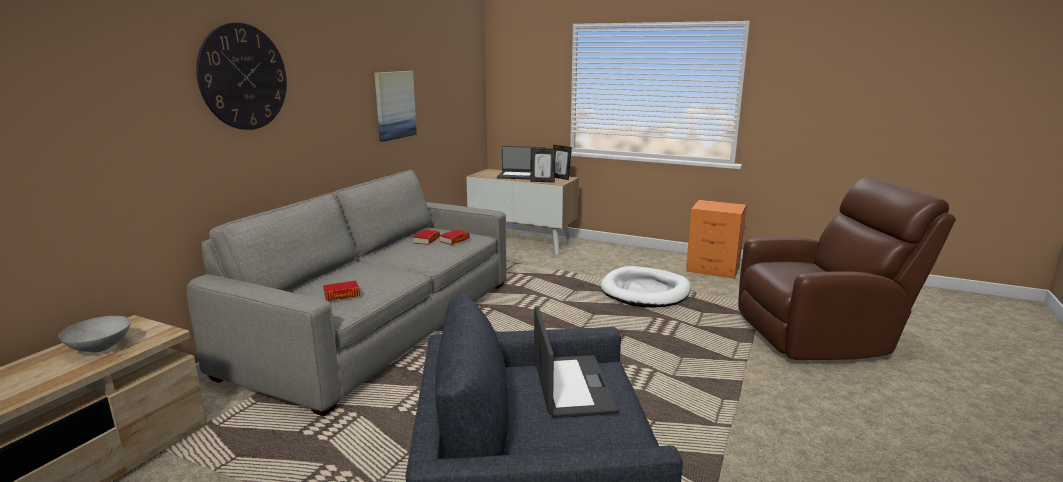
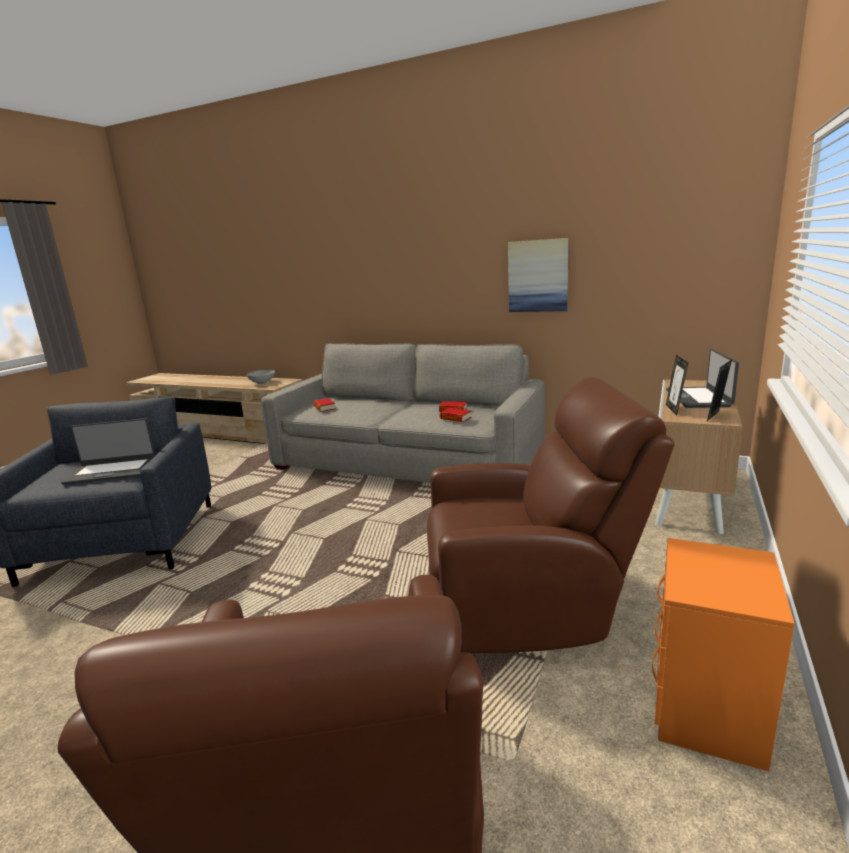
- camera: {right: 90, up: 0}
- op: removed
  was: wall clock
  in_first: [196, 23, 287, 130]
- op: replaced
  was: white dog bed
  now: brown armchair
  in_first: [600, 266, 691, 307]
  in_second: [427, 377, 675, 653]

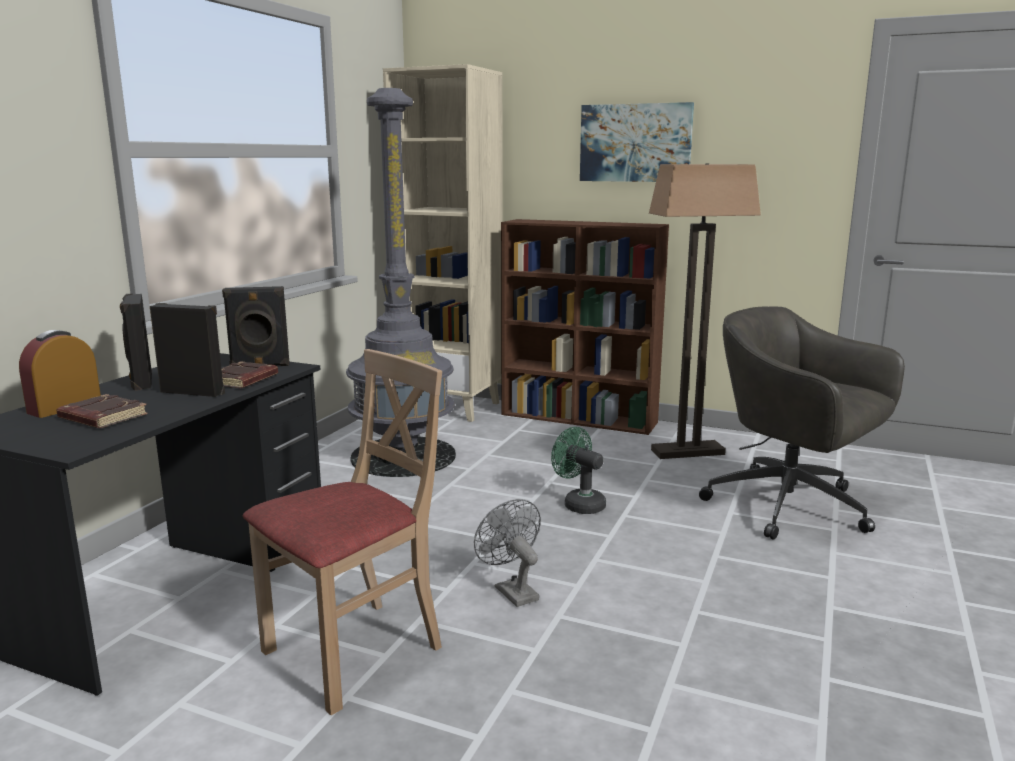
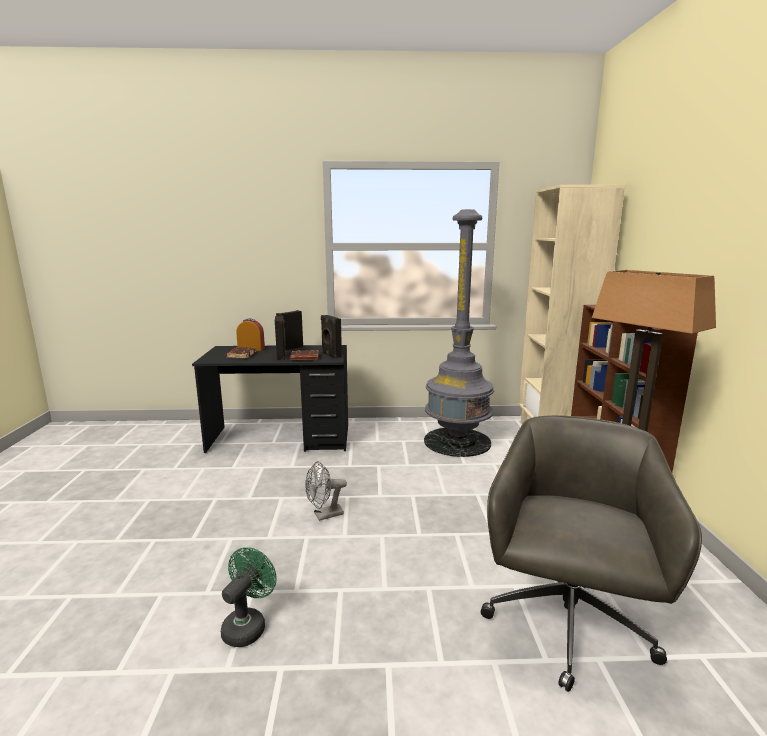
- camera: {right: 65, up: 0}
- op: removed
  was: beige chair
  in_first: [242, 349, 442, 715]
- op: turned
  was: grey fan
  in_first: [474, 499, 541, 607]
  in_second: [305, 461, 347, 521]
  clockwise: -150
- op: moved
  was: green fan
  in_first: [551, 427, 606, 514]
  in_second: [221, 547, 276, 647]
- op: removed
  was: picture
  in_first: [580, 102, 694, 182]

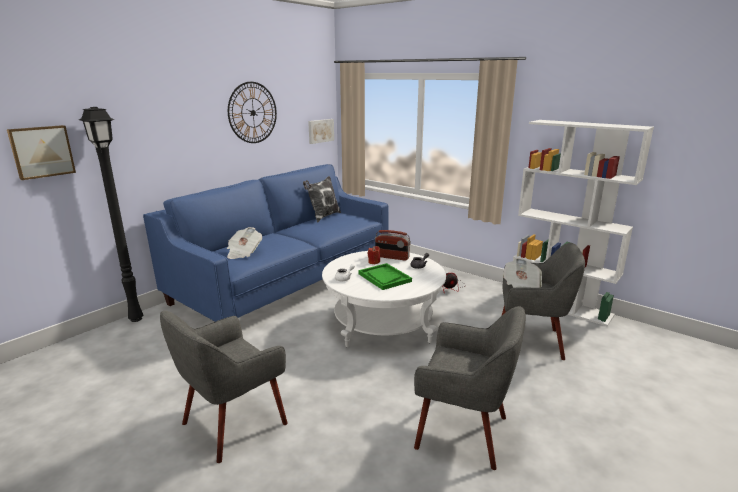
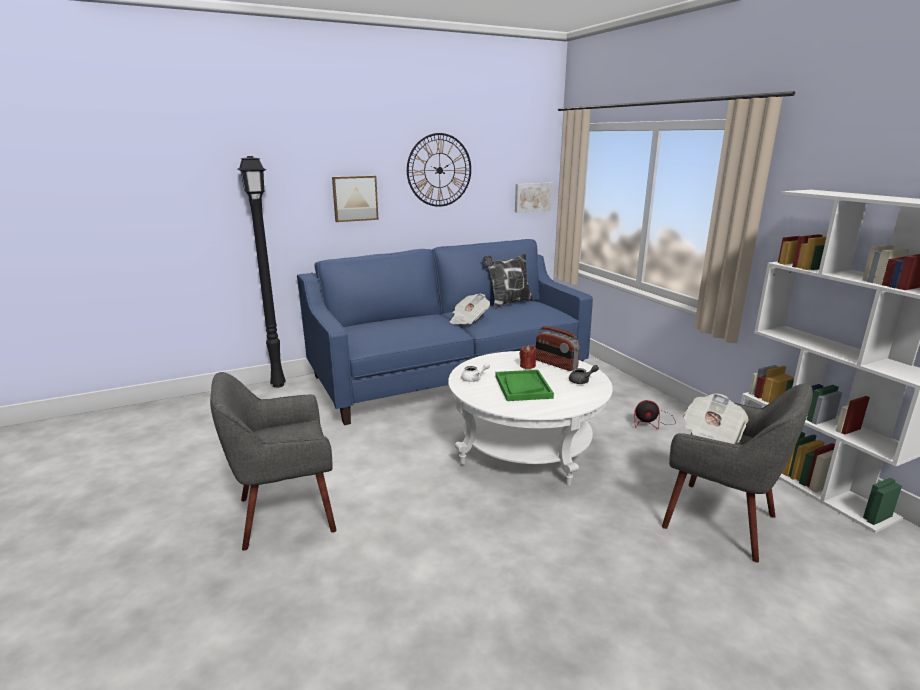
- camera: {right: 25, up: 0}
- op: moved
  was: picture
  in_first: [7, 125, 76, 180]
  in_second: [332, 175, 378, 222]
- op: moved
  was: newspaper
  in_first: [227, 227, 262, 259]
  in_second: [450, 294, 490, 324]
- op: removed
  was: grey armchair
  in_first: [414, 306, 526, 470]

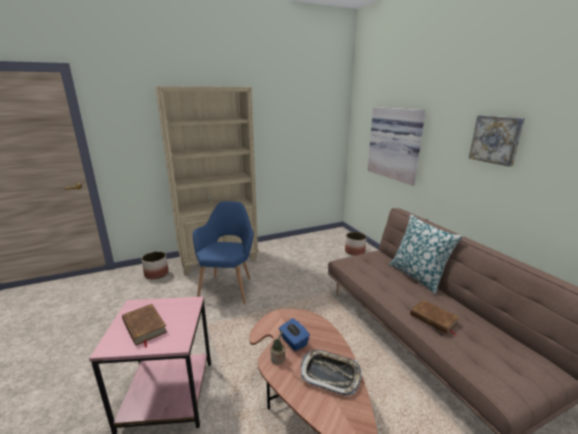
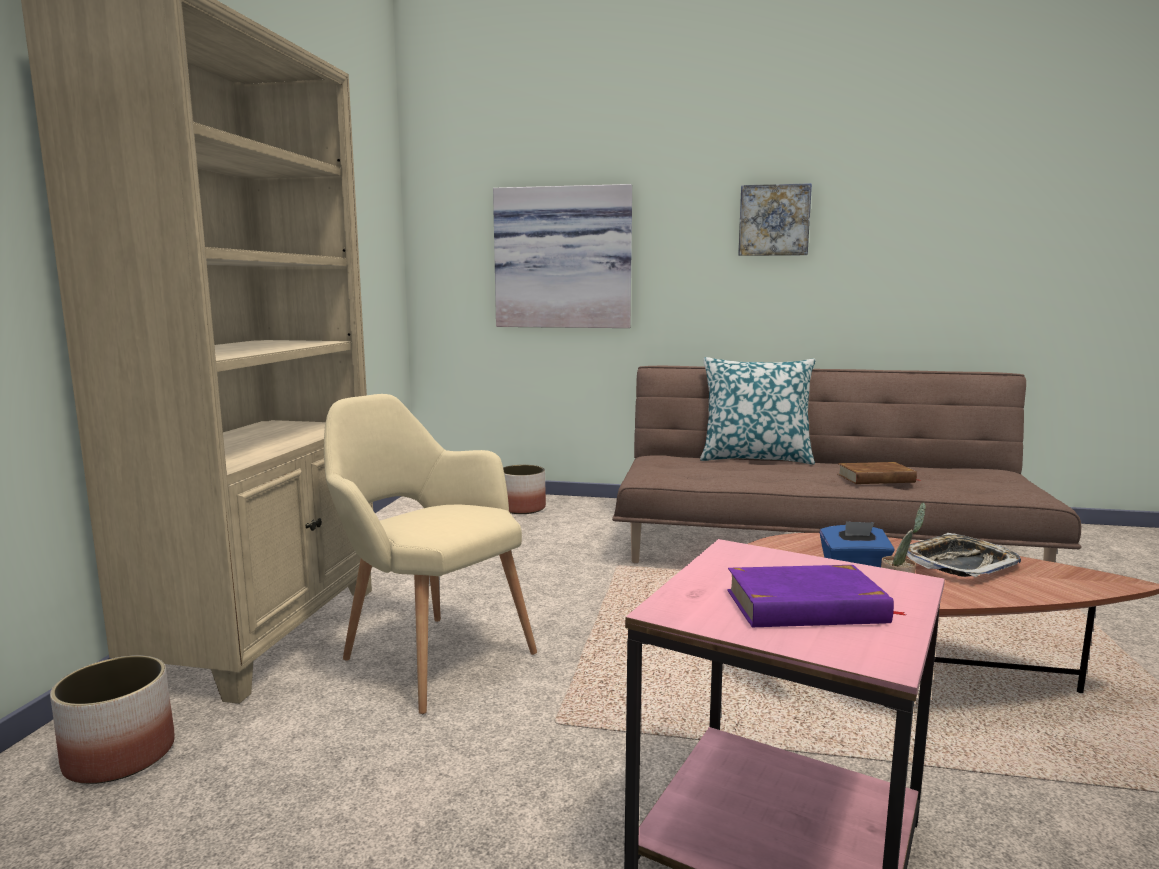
- camera: {right: -55, up: -10}
- op: recoloured
  was: brown book
  now: purple book
  in_first: [122, 304, 167, 348]
  in_second: [727, 565, 906, 627]
- op: recoloured
  was: blue armchair
  now: beige armchair
  in_first: [192, 201, 254, 304]
  in_second: [324, 394, 537, 714]

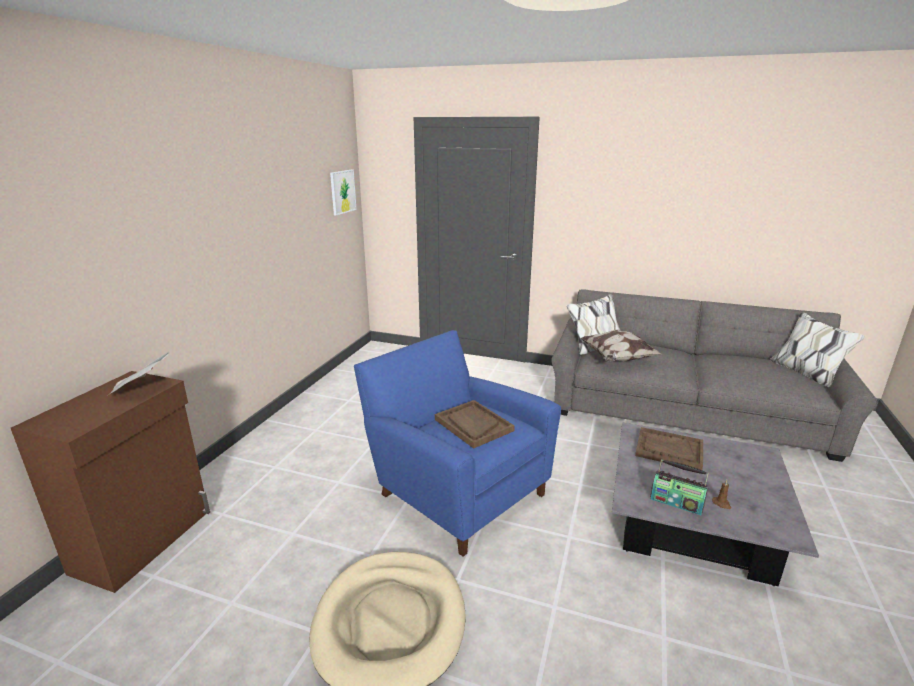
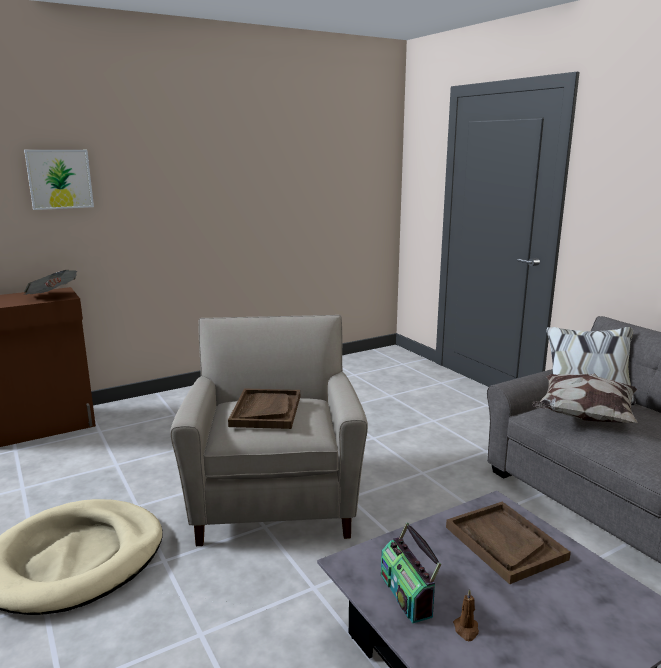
- camera: {right: 40, up: -5}
- op: moved
  was: picture
  in_first: [330, 170, 357, 215]
  in_second: [24, 150, 94, 210]
- op: recoloured
  was: blue armchair
  now: beige armchair
  in_first: [354, 330, 561, 557]
  in_second: [170, 315, 368, 546]

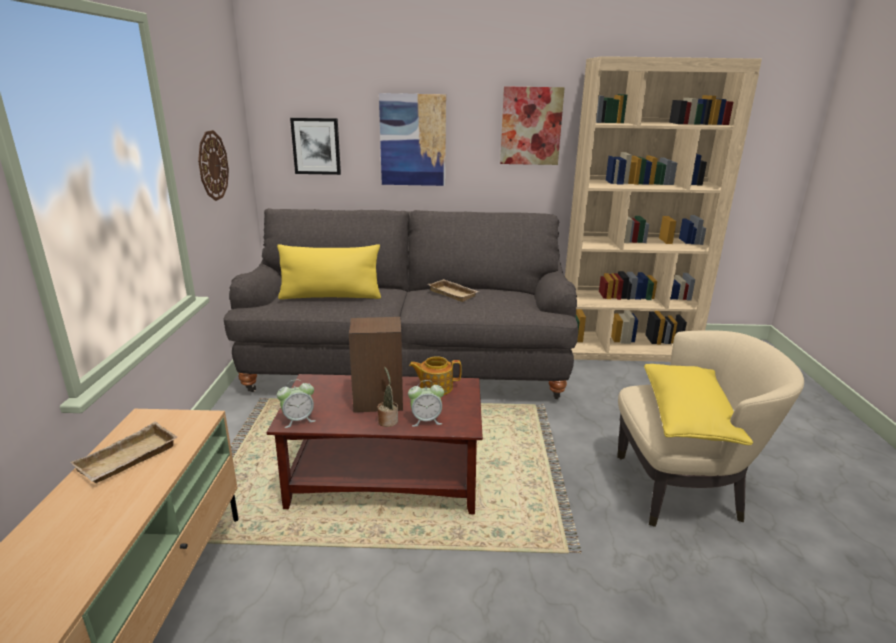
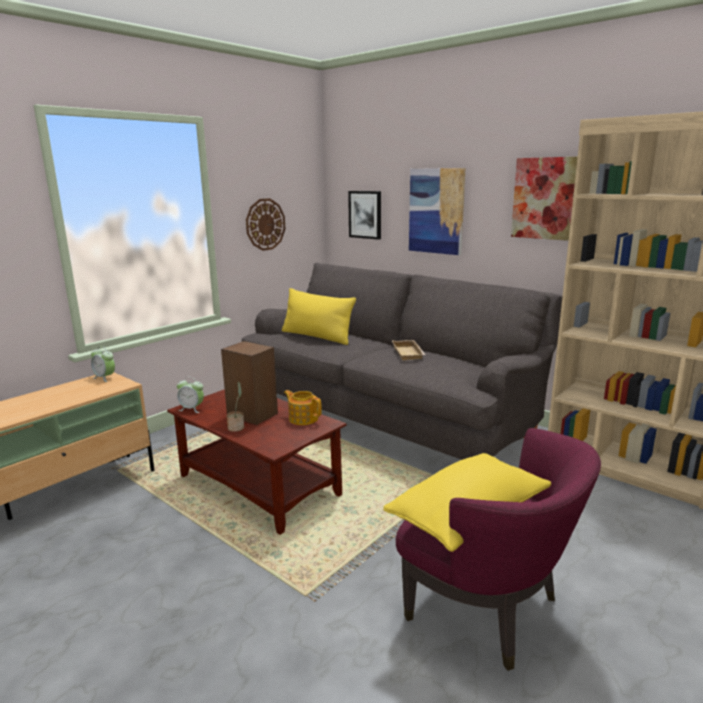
- camera: {right: 40, up: -5}
- op: removed
  was: beige tray
  in_first: [70, 422, 177, 483]
- op: moved
  was: alarm clock
  in_first: [408, 380, 444, 427]
  in_second: [91, 346, 115, 382]
- op: recoloured
  was: beige armchair
  now: purple armchair
  in_first: [617, 330, 804, 527]
  in_second: [396, 428, 601, 671]

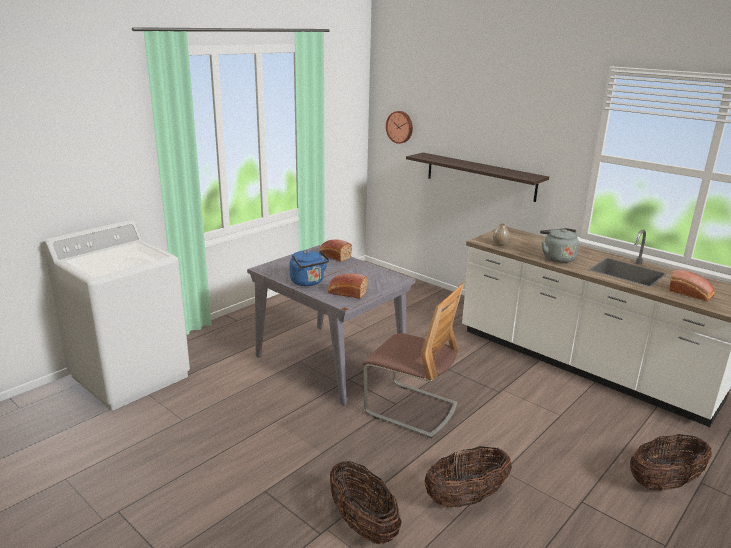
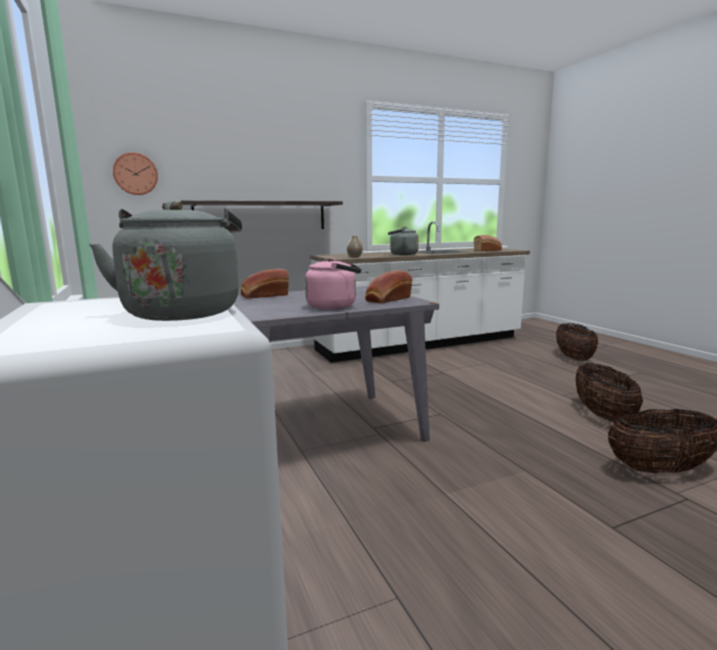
- camera: {right: -65, up: -10}
- op: recoloured
  was: blue kettle
  now: pink kettle
  in_first: [289, 250, 329, 286]
  in_second: [305, 258, 361, 310]
- op: removed
  was: chair
  in_first: [363, 283, 464, 438]
- op: added
  now: grey kettle
  in_second: [89, 201, 242, 321]

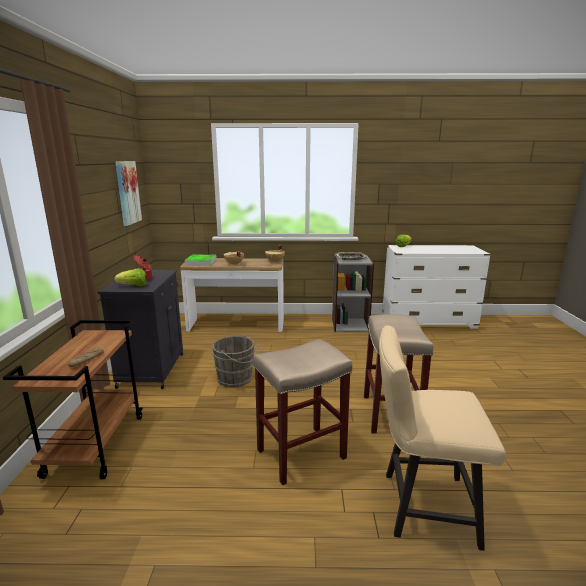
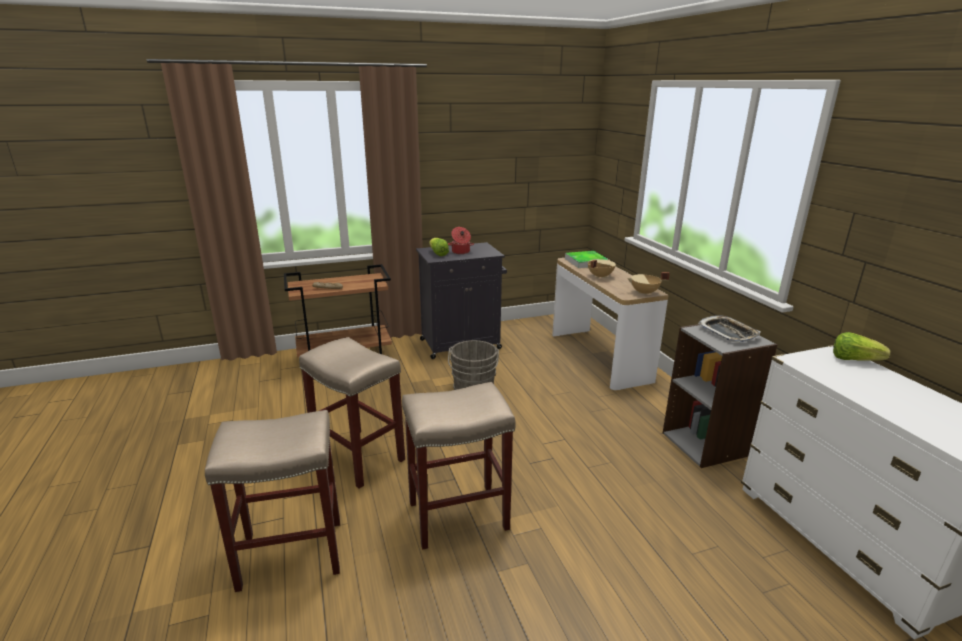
- camera: {right: 70, up: 5}
- op: removed
  was: picture
  in_first: [115, 161, 142, 226]
- op: replaced
  was: beige chair
  now: beige stool
  in_first: [379, 325, 506, 551]
  in_second: [205, 410, 340, 592]

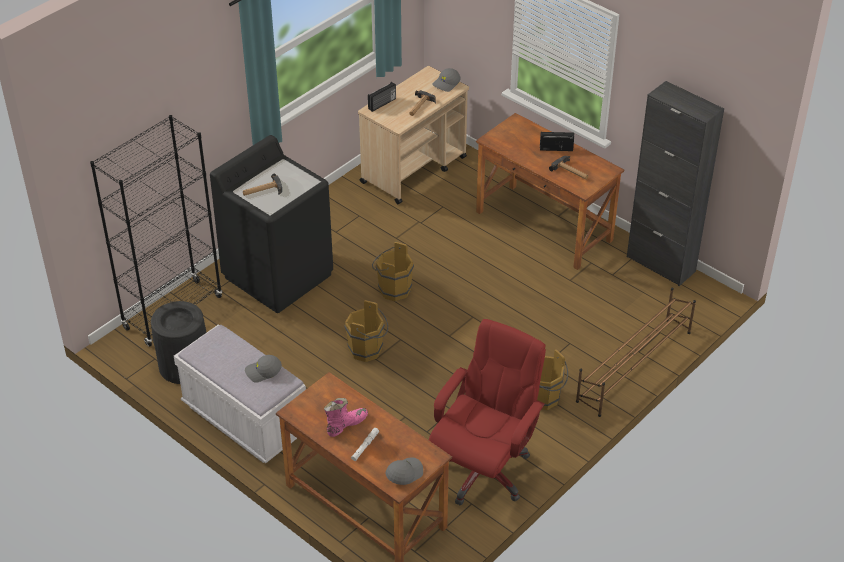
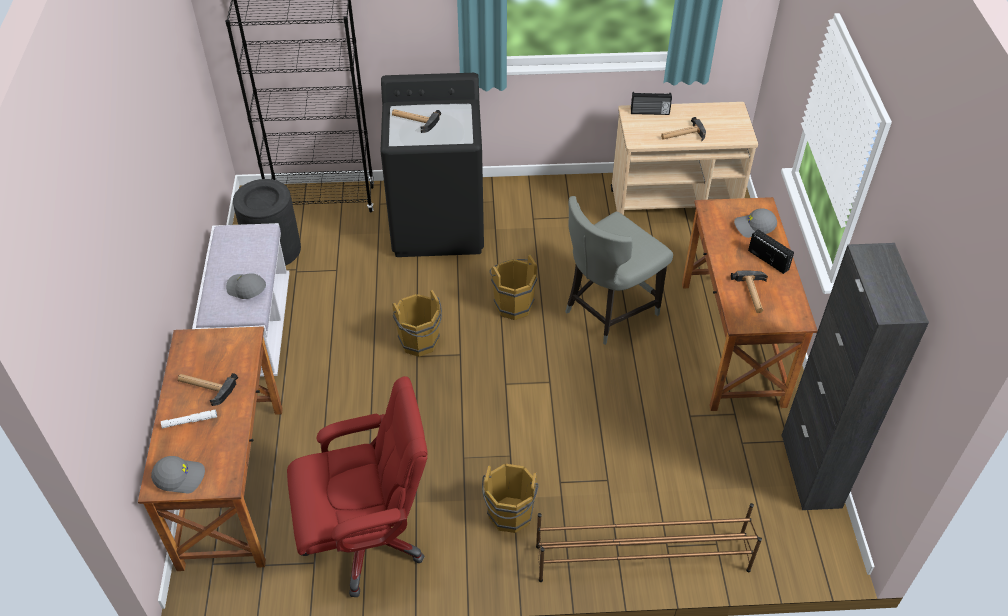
- camera: {right: 45, up: 5}
- op: replaced
  was: pink boot
  now: hammer
  in_first: [324, 398, 368, 437]
  in_second: [178, 373, 238, 406]
- op: moved
  was: grey cap
  in_first: [432, 68, 461, 92]
  in_second: [734, 208, 777, 238]
- op: added
  now: grey chair
  in_second: [565, 196, 673, 345]

